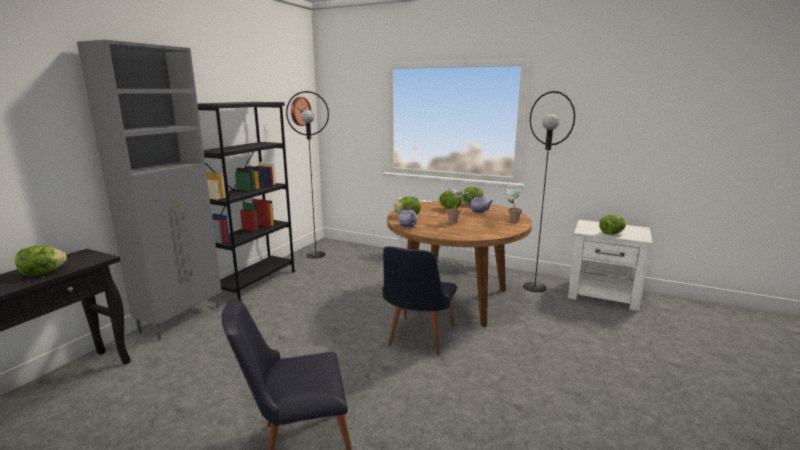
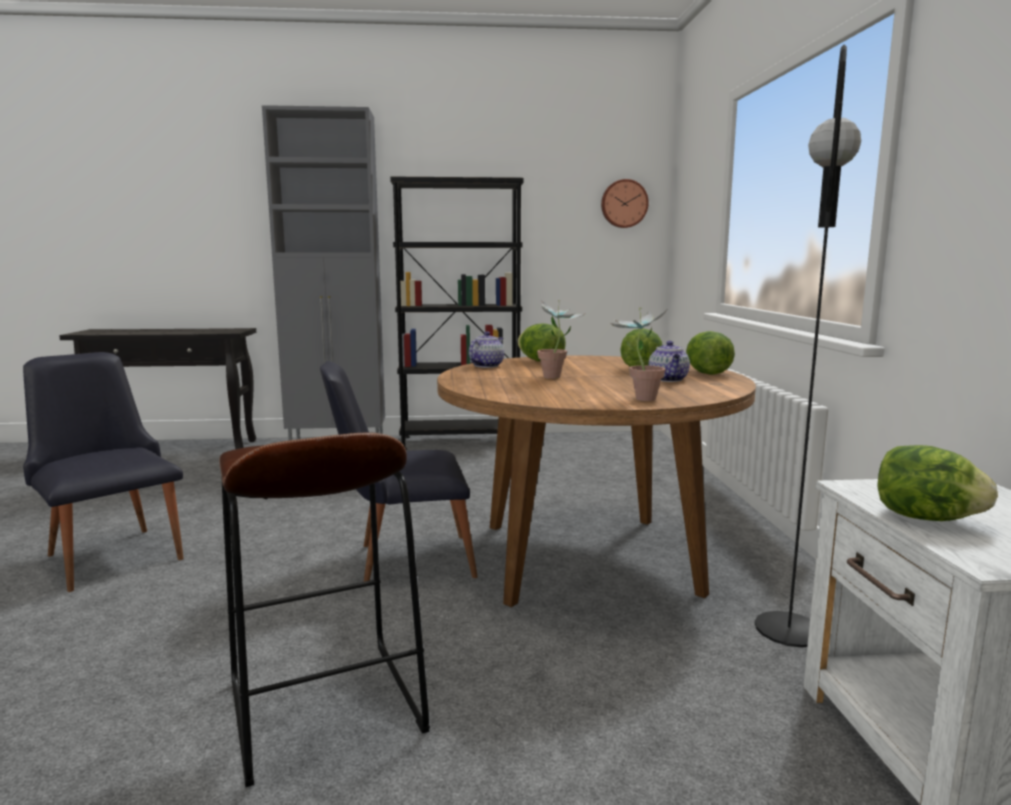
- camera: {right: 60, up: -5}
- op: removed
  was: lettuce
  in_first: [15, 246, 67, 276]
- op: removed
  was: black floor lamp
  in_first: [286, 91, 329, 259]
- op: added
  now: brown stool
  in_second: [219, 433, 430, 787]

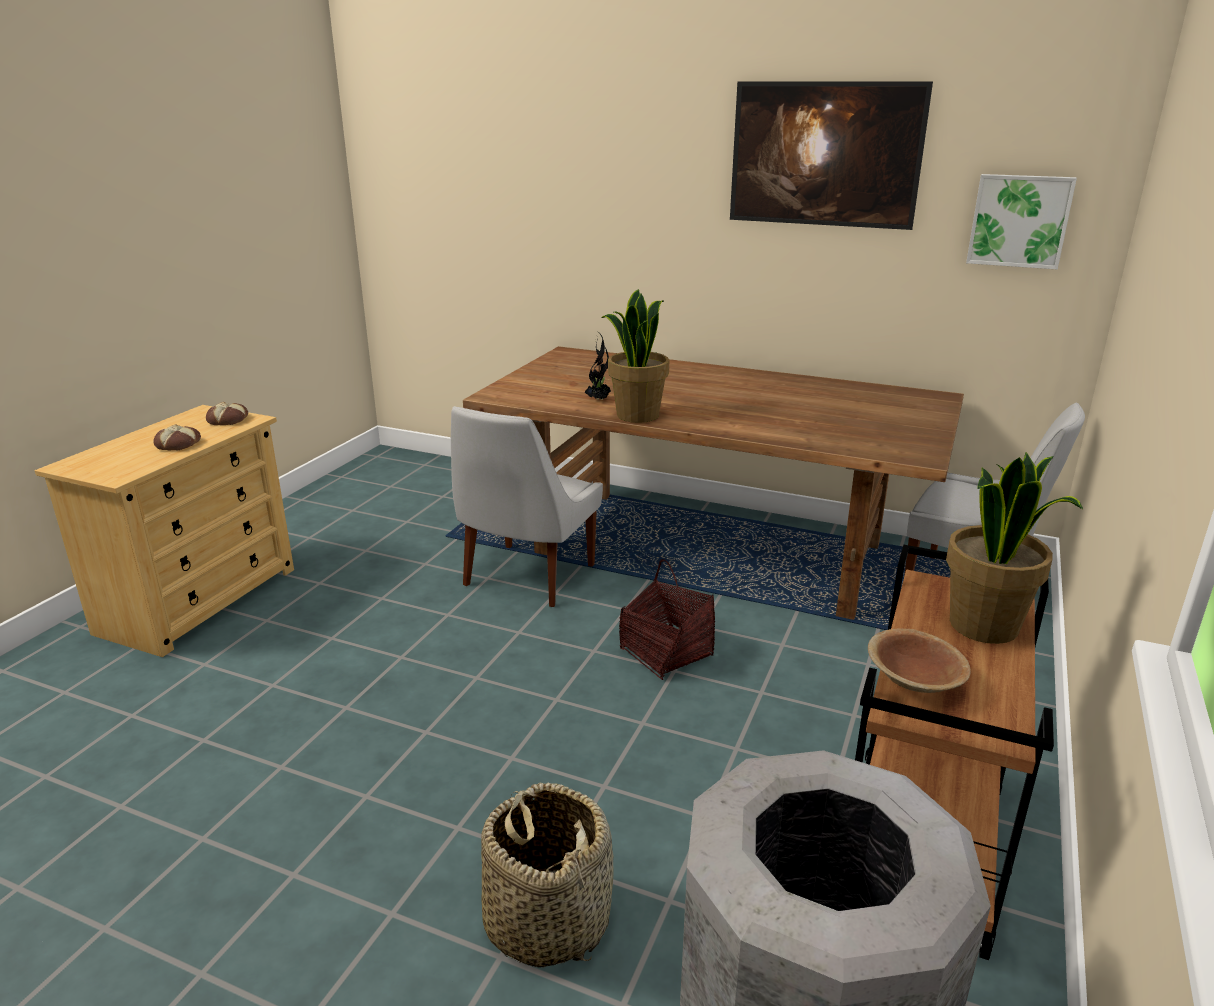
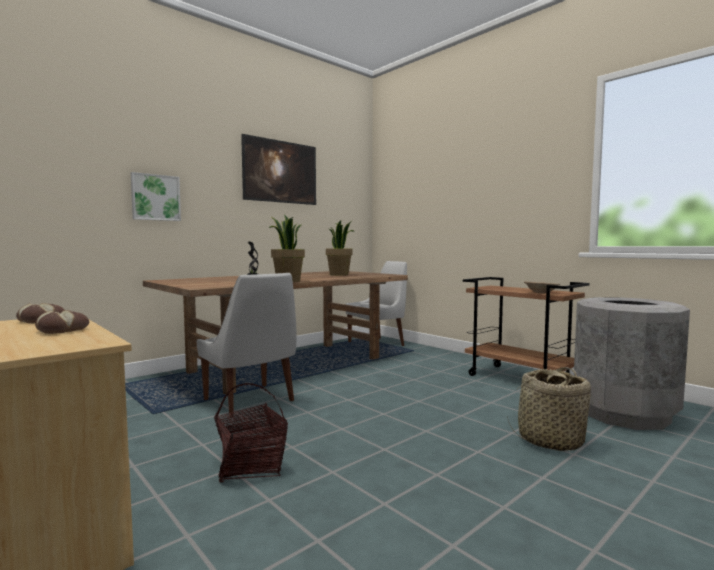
- camera: {right: -65, up: -20}
- op: moved
  was: basket
  in_first: [619, 559, 715, 680]
  in_second: [214, 383, 288, 482]
- op: moved
  was: potted plant
  in_first: [946, 452, 1083, 644]
  in_second: [326, 220, 354, 275]
- op: moved
  was: picture
  in_first: [966, 174, 1077, 270]
  in_second: [131, 172, 181, 221]

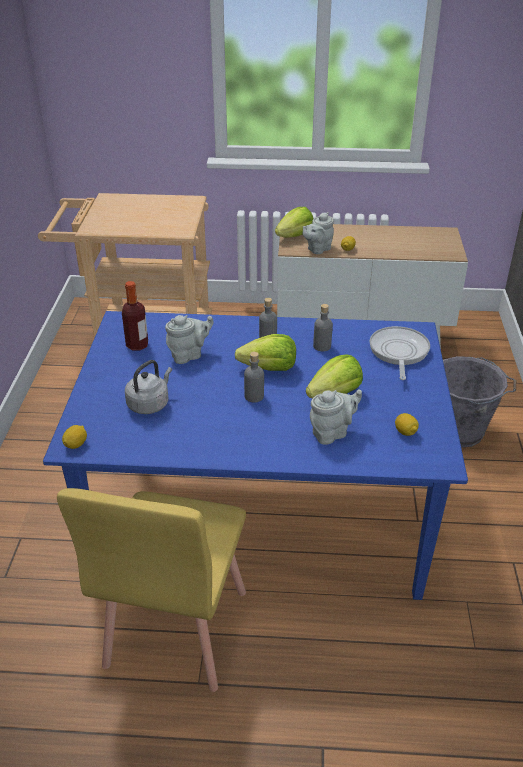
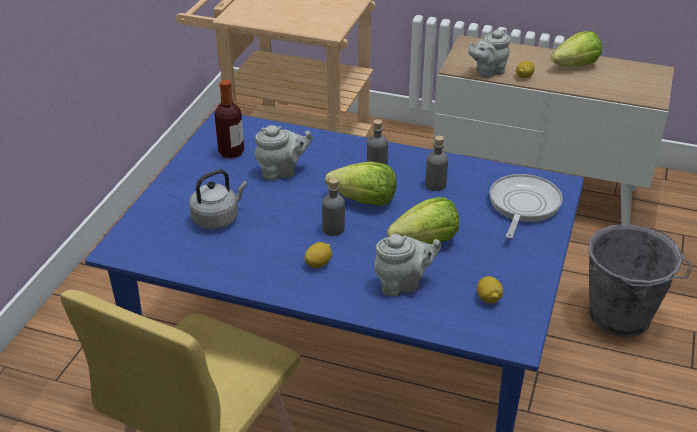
- camera: {right: 15, up: 0}
- op: moved
  was: lemon
  in_first: [62, 425, 87, 449]
  in_second: [305, 242, 332, 268]
- op: moved
  was: lettuce
  in_first: [275, 207, 314, 238]
  in_second: [551, 31, 602, 67]

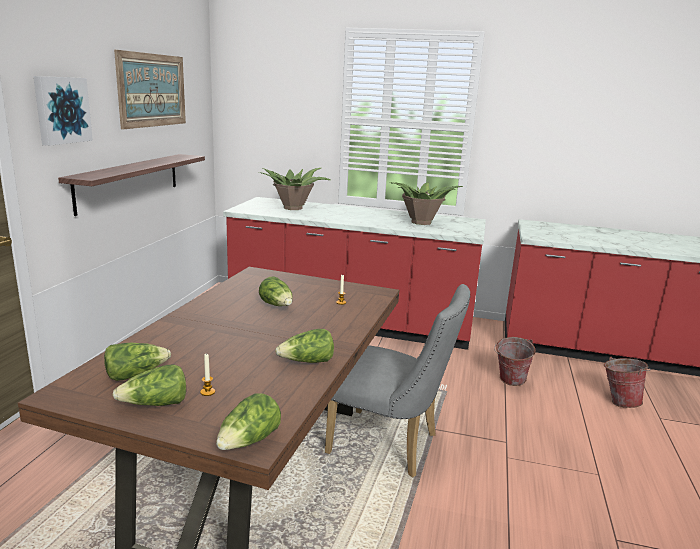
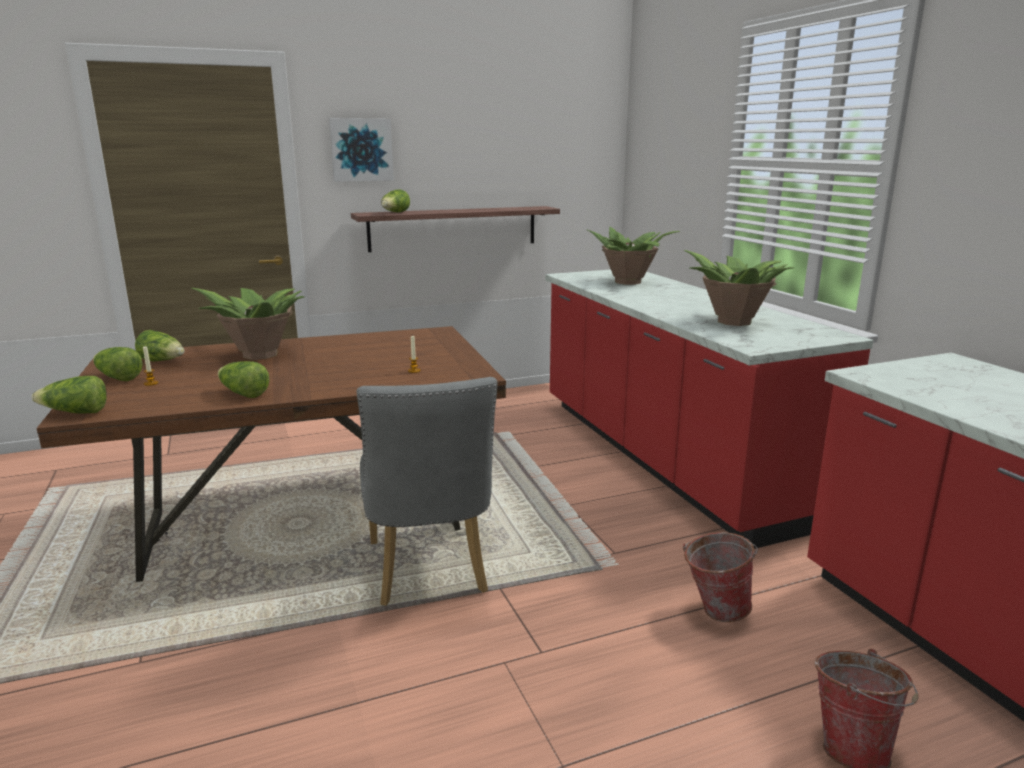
- camera: {right: 55, up: 0}
- op: removed
  was: picture
  in_first: [114, 50, 186, 129]
- op: moved
  was: lettuce
  in_first: [259, 276, 293, 306]
  in_second: [381, 189, 410, 212]
- op: added
  now: potted plant
  in_second: [192, 288, 305, 360]

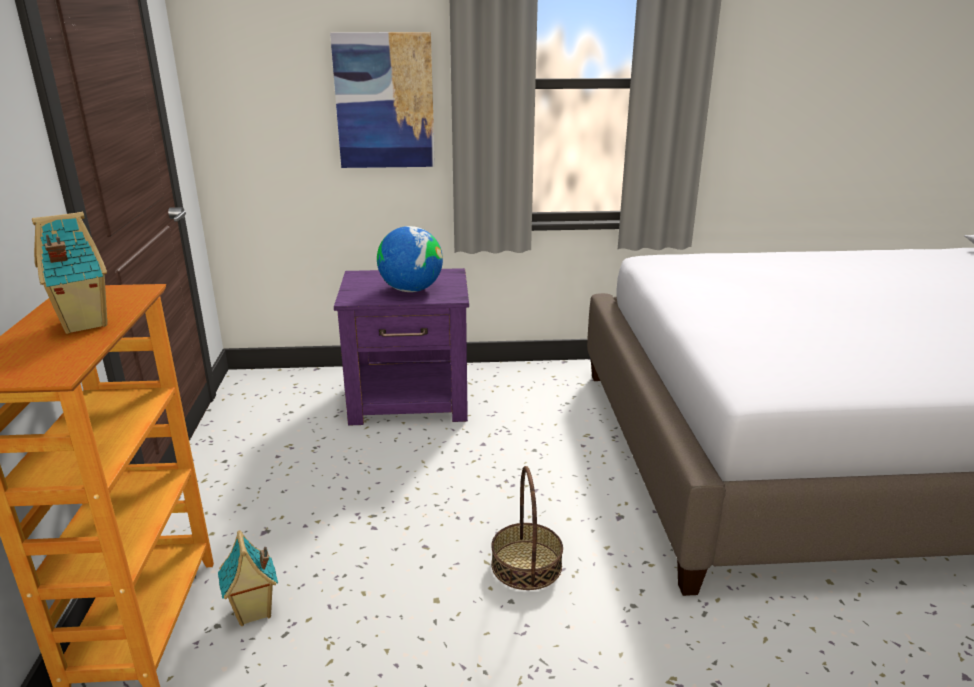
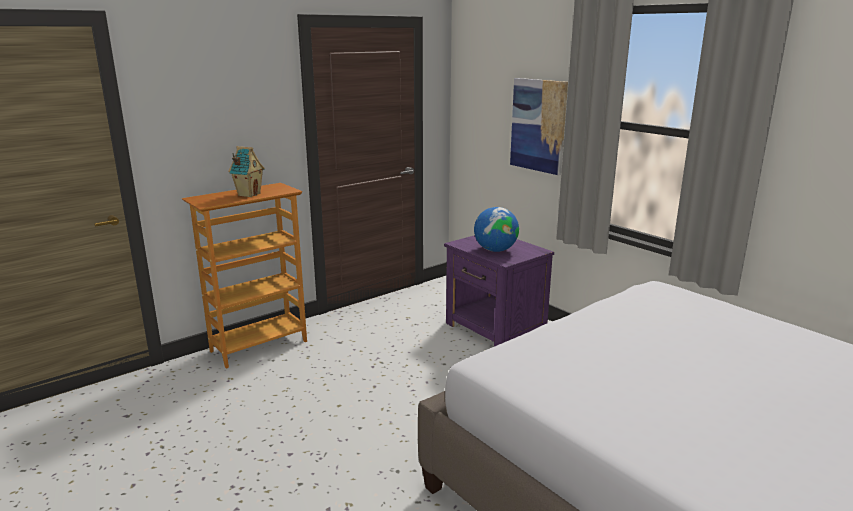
- camera: {right: 55, up: -5}
- op: removed
  was: toy house
  in_first: [218, 530, 278, 626]
- op: removed
  was: basket
  in_first: [491, 466, 563, 590]

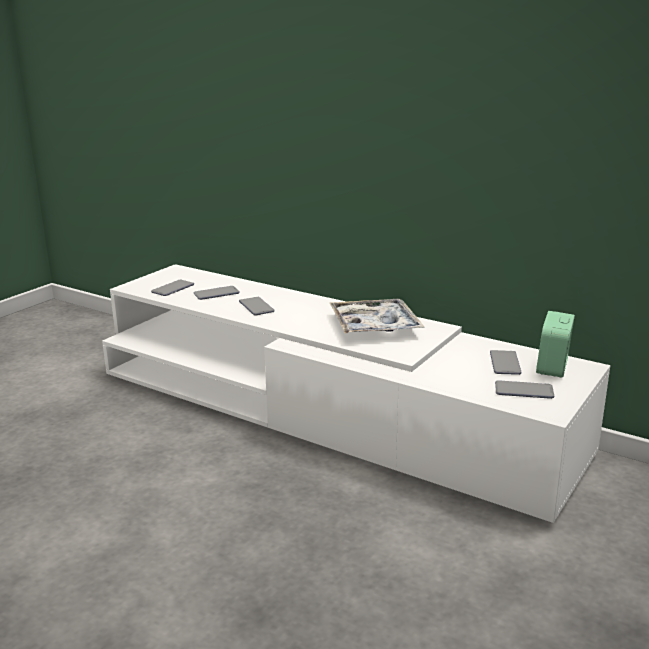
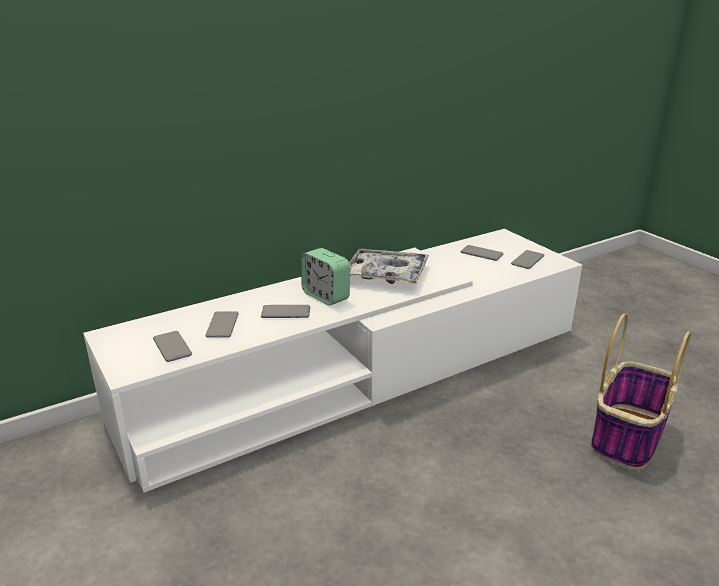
- camera: {right: -65, up: 5}
- op: moved
  was: alarm clock
  in_first: [536, 311, 575, 377]
  in_second: [301, 248, 350, 305]
- op: added
  now: basket
  in_second: [591, 313, 691, 470]

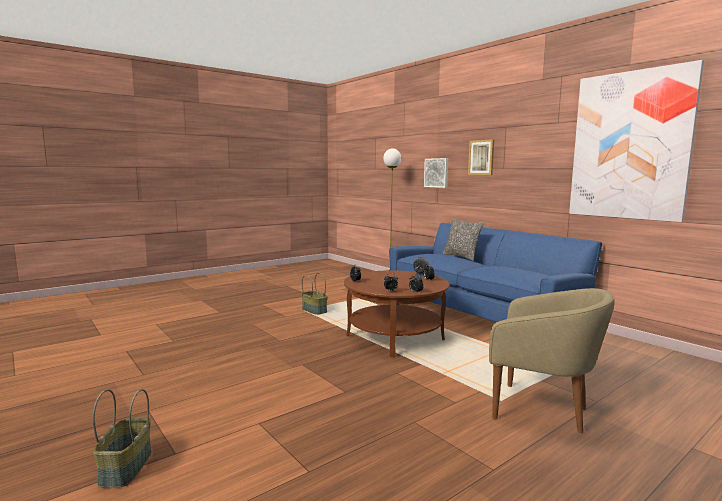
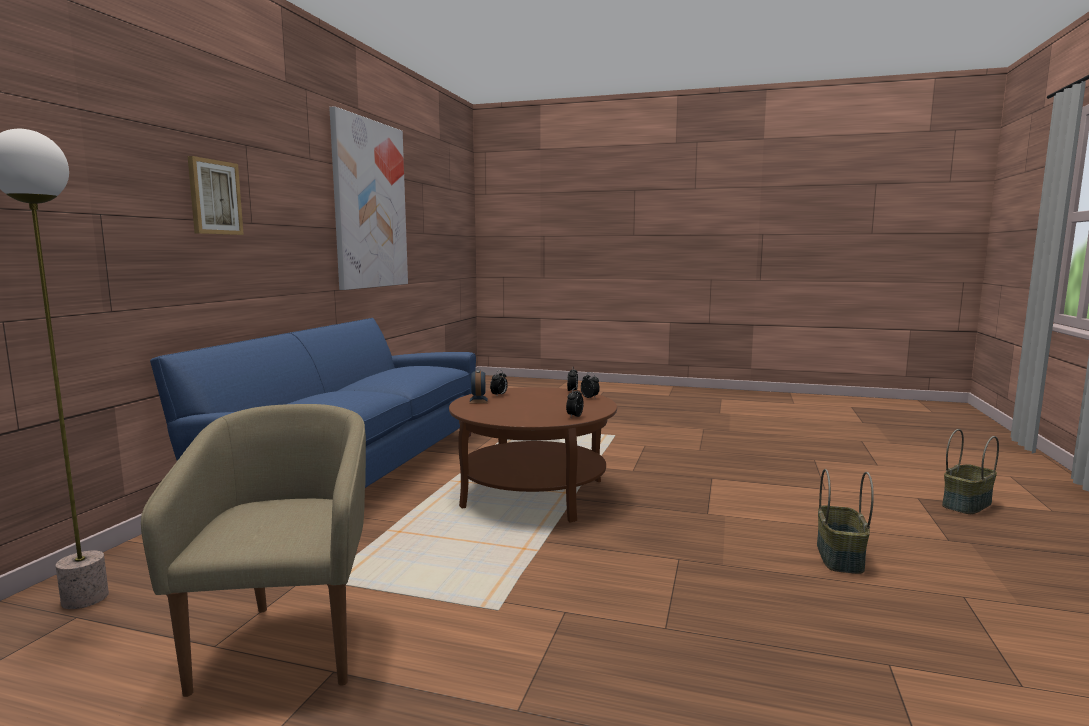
- camera: {right: -125, up: 0}
- op: moved
  was: basket
  in_first: [301, 273, 328, 315]
  in_second: [817, 469, 874, 574]
- op: removed
  was: picture
  in_first: [424, 158, 448, 188]
- op: removed
  was: pillow
  in_first: [443, 219, 484, 261]
- op: moved
  was: beige armchair
  in_first: [489, 288, 615, 433]
  in_second: [141, 404, 366, 697]

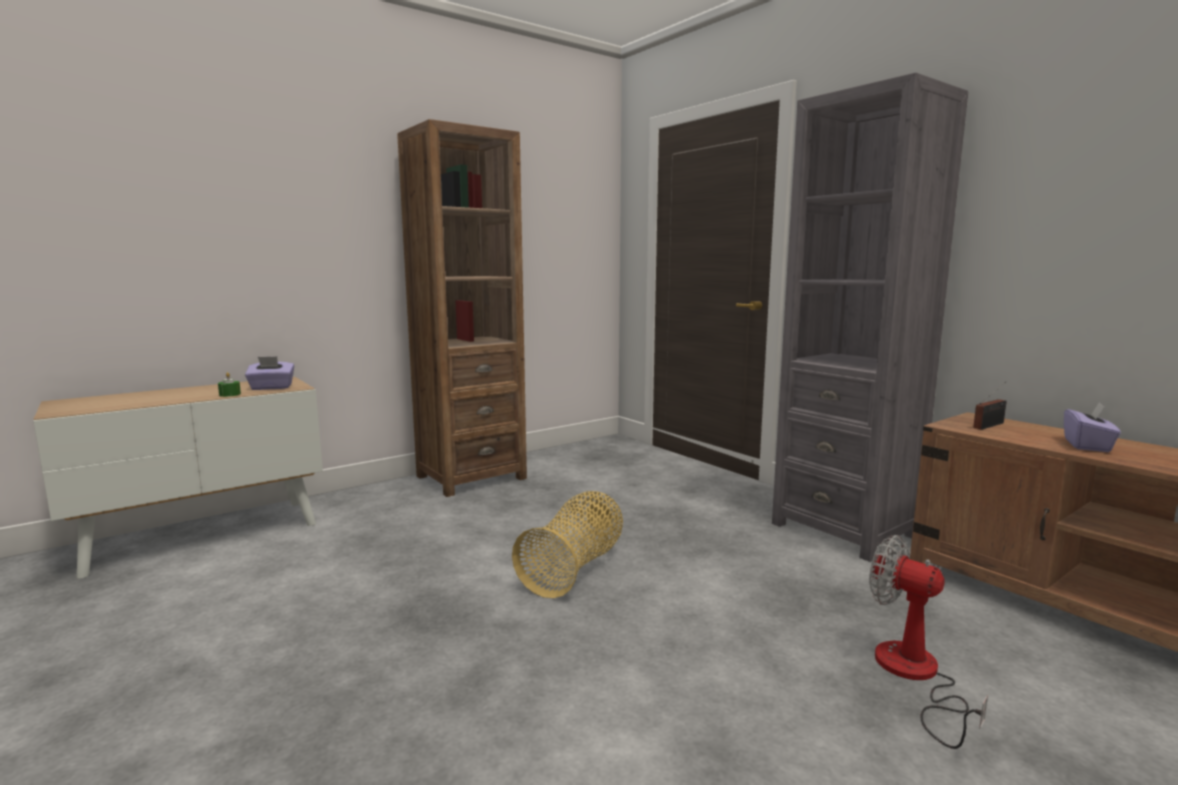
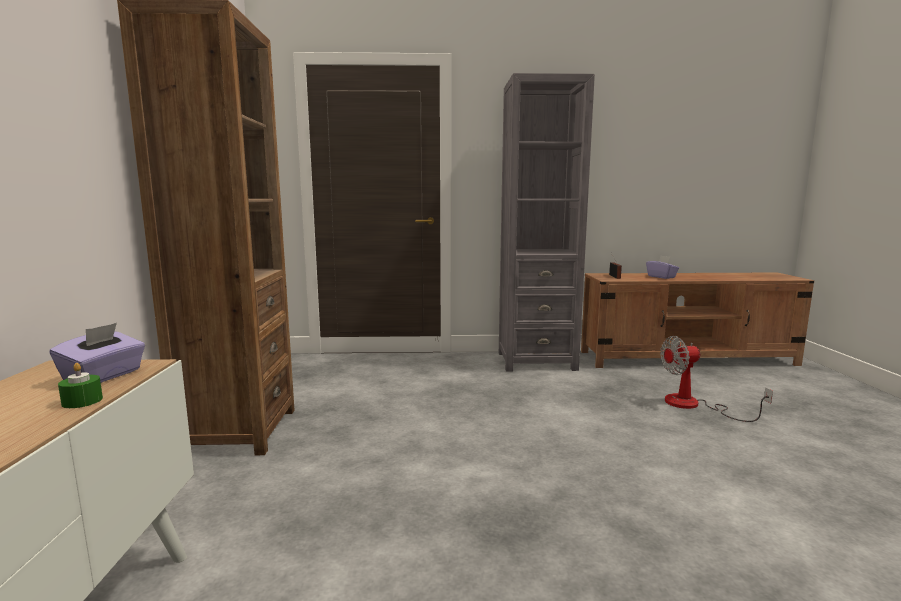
- camera: {right: -55, up: 0}
- op: removed
  was: basket
  in_first: [512, 491, 623, 598]

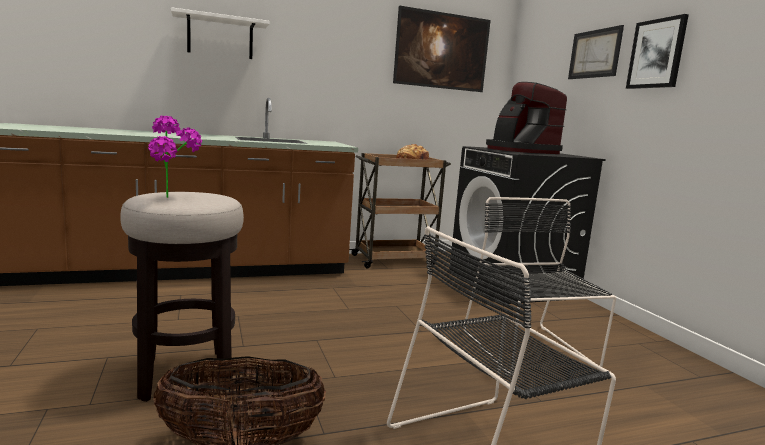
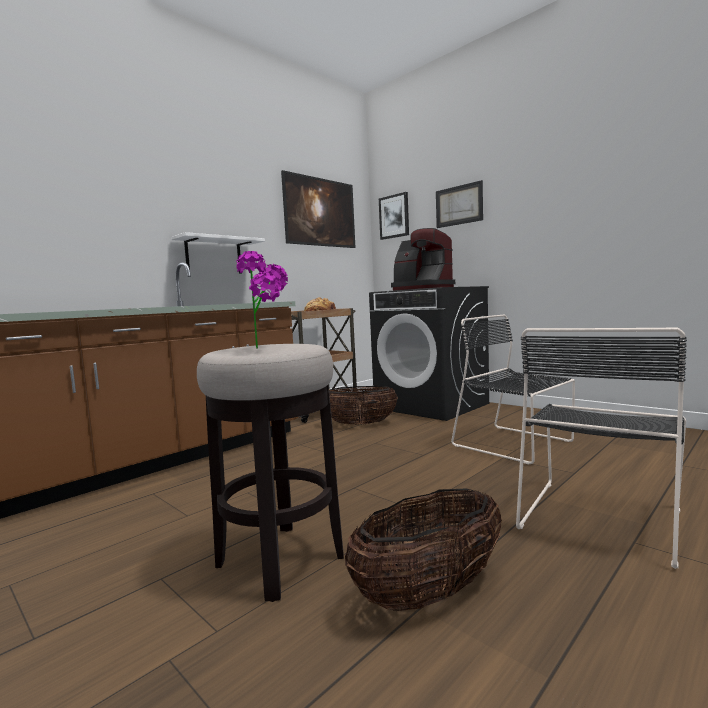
- camera: {right: -25, up: -5}
- op: moved
  was: white shelf
  in_first: [171, 7, 270, 59]
  in_second: [171, 232, 265, 274]
- op: moved
  was: picture
  in_first: [626, 14, 689, 89]
  in_second: [379, 192, 409, 240]
- op: added
  now: basket
  in_second: [329, 386, 398, 425]

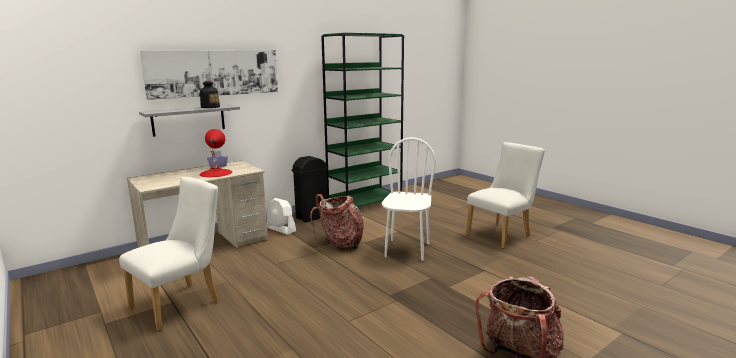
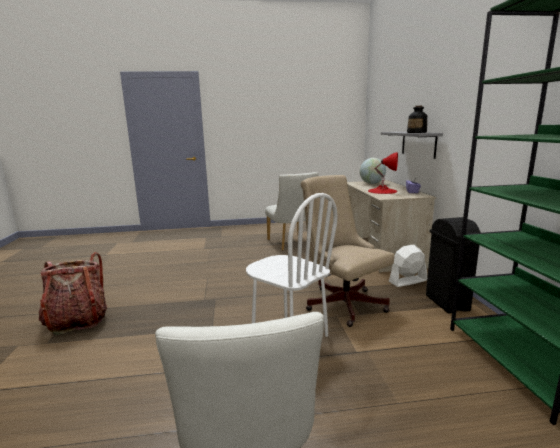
- camera: {right: 120, up: 0}
- op: removed
  was: picture
  in_first: [140, 50, 278, 100]
- op: replaced
  was: backpack
  now: beige office chair
  in_first: [310, 194, 364, 251]
  in_second: [301, 175, 395, 327]
- op: added
  now: globe
  in_second: [360, 158, 386, 184]

